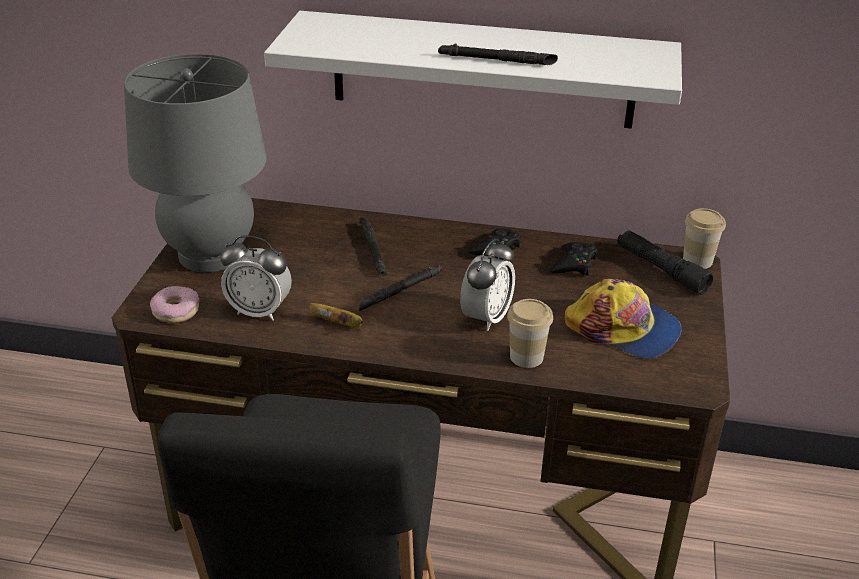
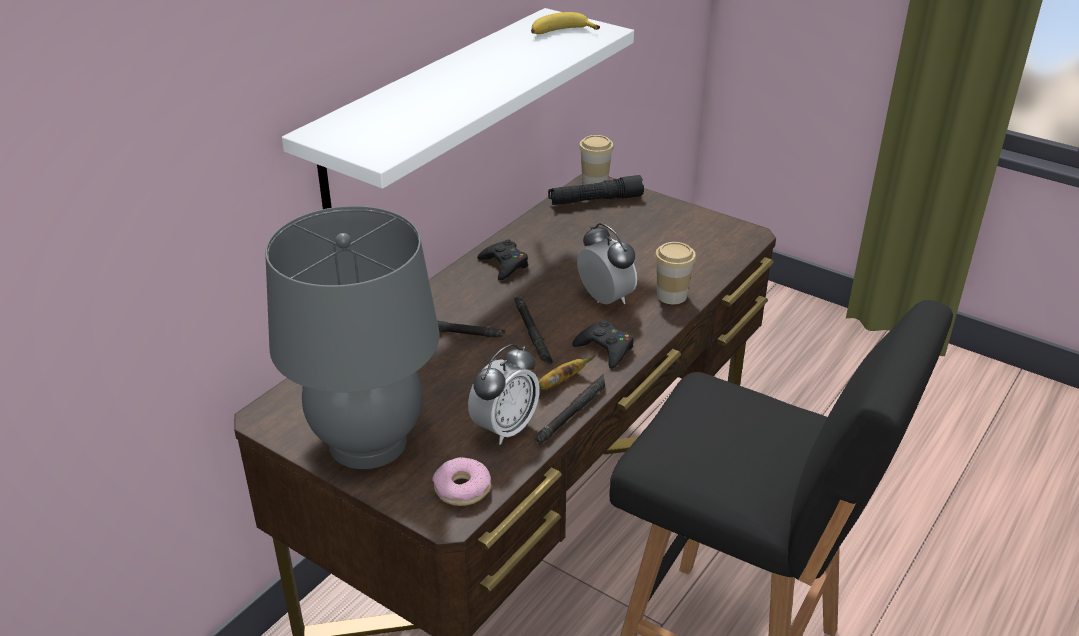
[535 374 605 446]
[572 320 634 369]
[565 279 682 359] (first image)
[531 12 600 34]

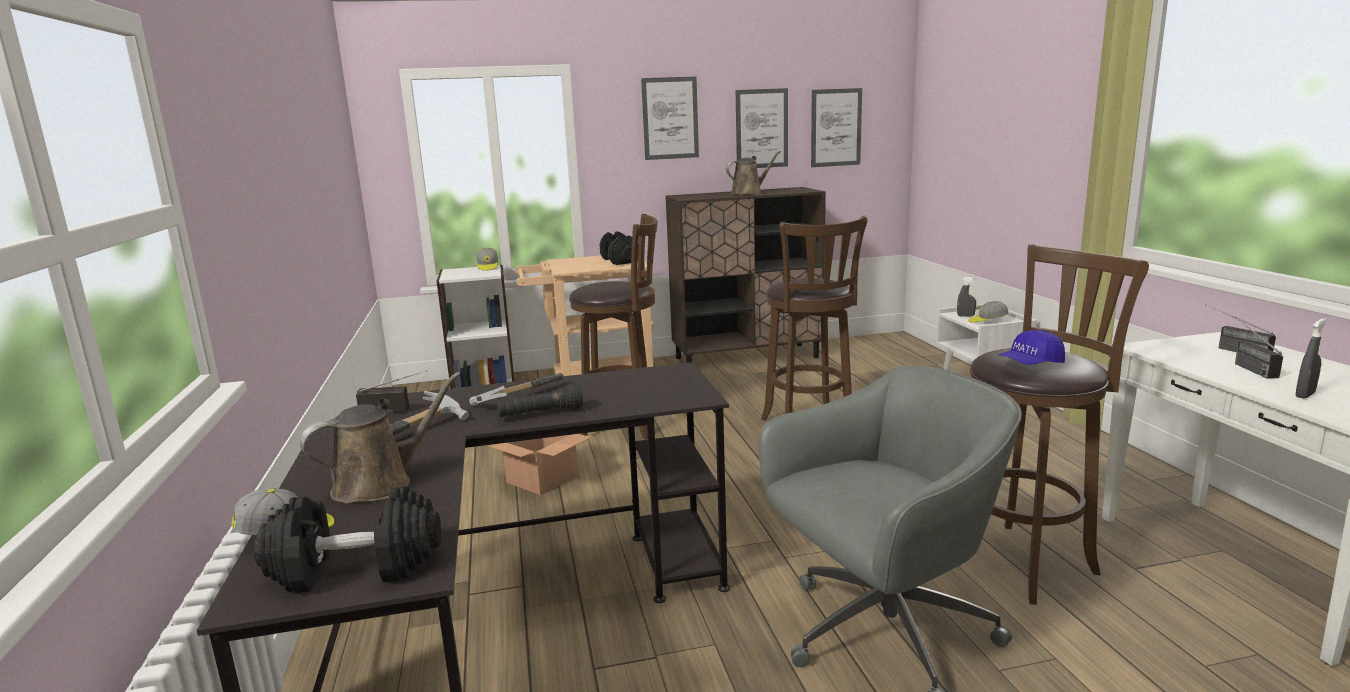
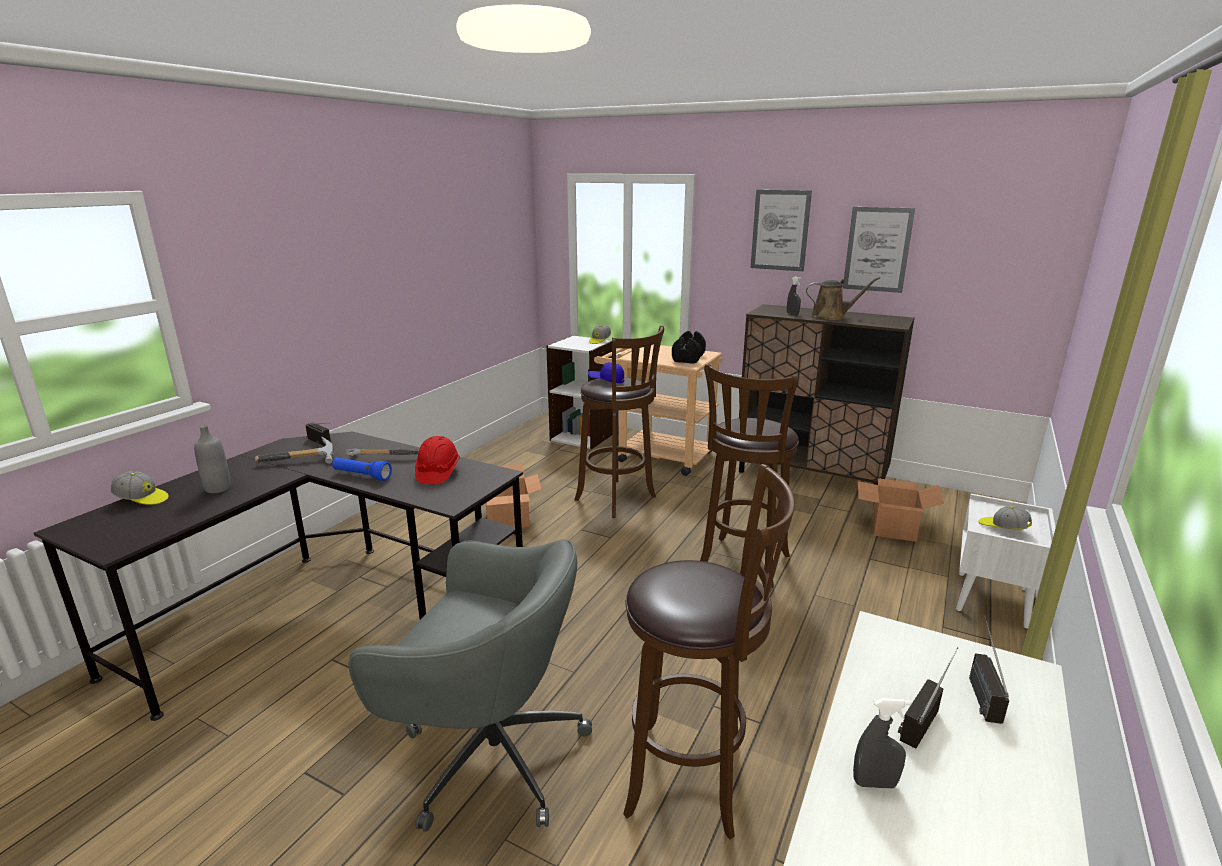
[811 88 862 167] (first image)
[787 277 801 315]
[588 362 624 384]
[194 425 231 493]
[332 458 392 481]
[254 486 441 593] (first image)
[415 436 460 484]
[858 478 944 542]

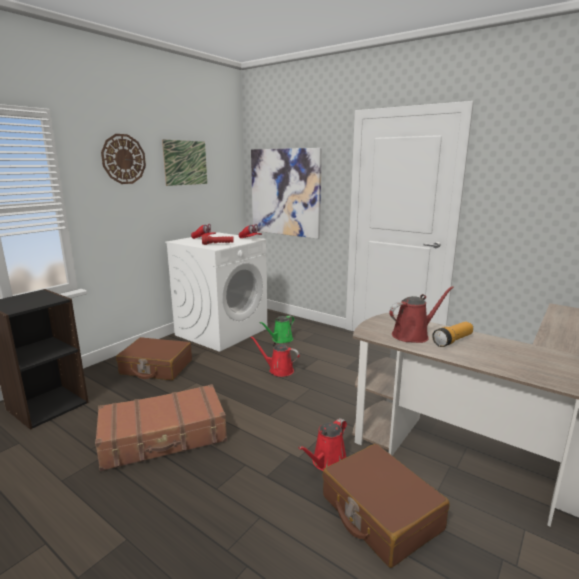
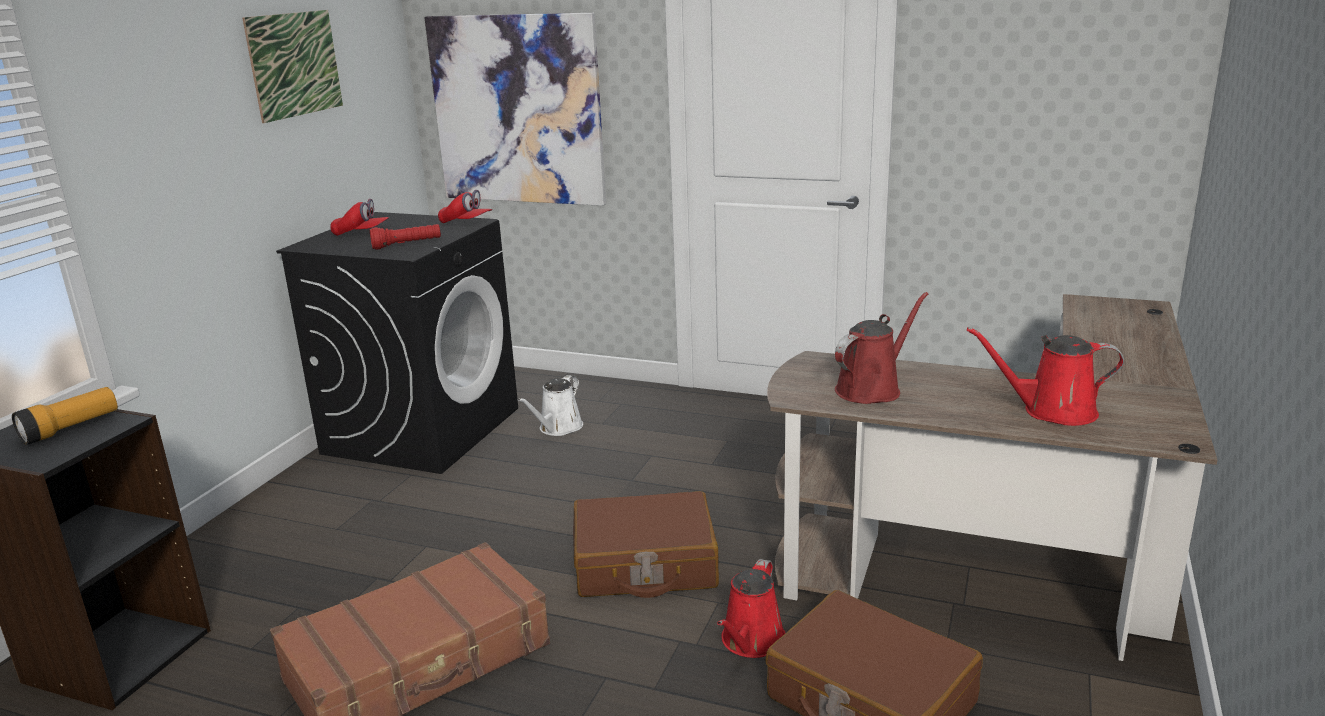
[101 134 146 184] (first image)
[276 212 518 474]
[518 375 583 436]
[12 387 118 445]
[967 327 1124 426]
[573 491 719 598]

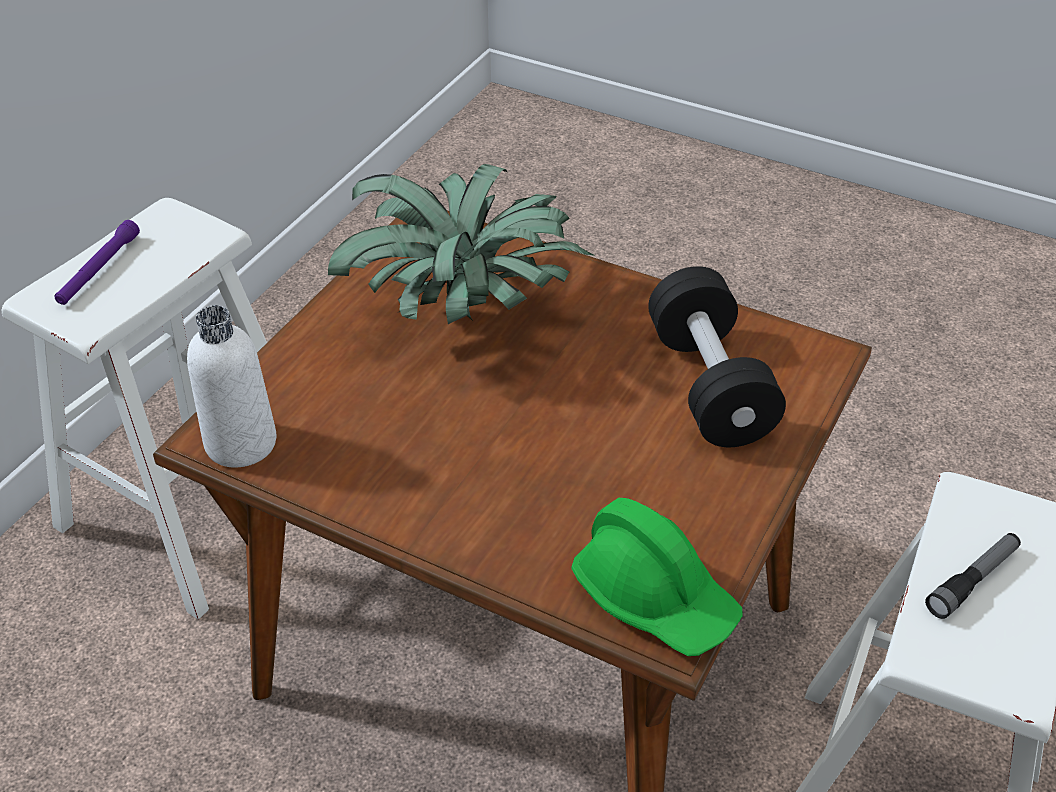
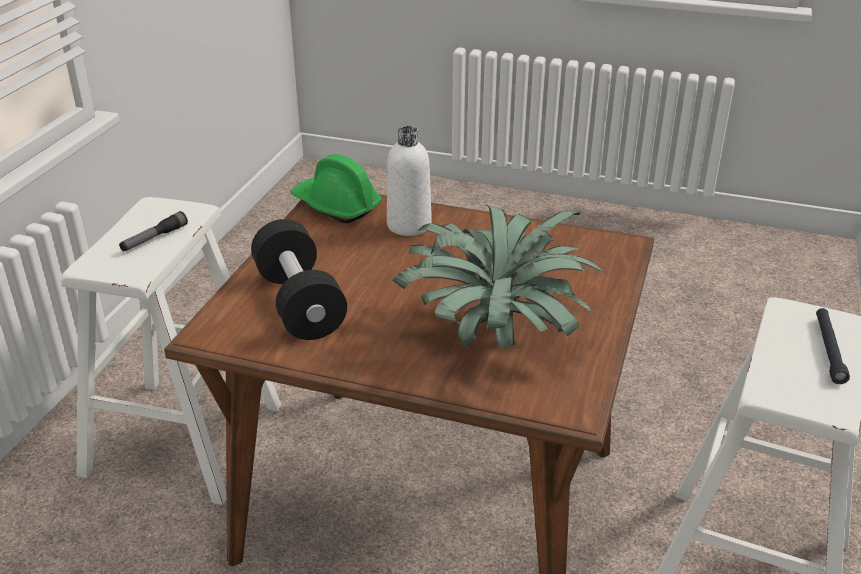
[816 308 850 384]
[387 126 432 236]

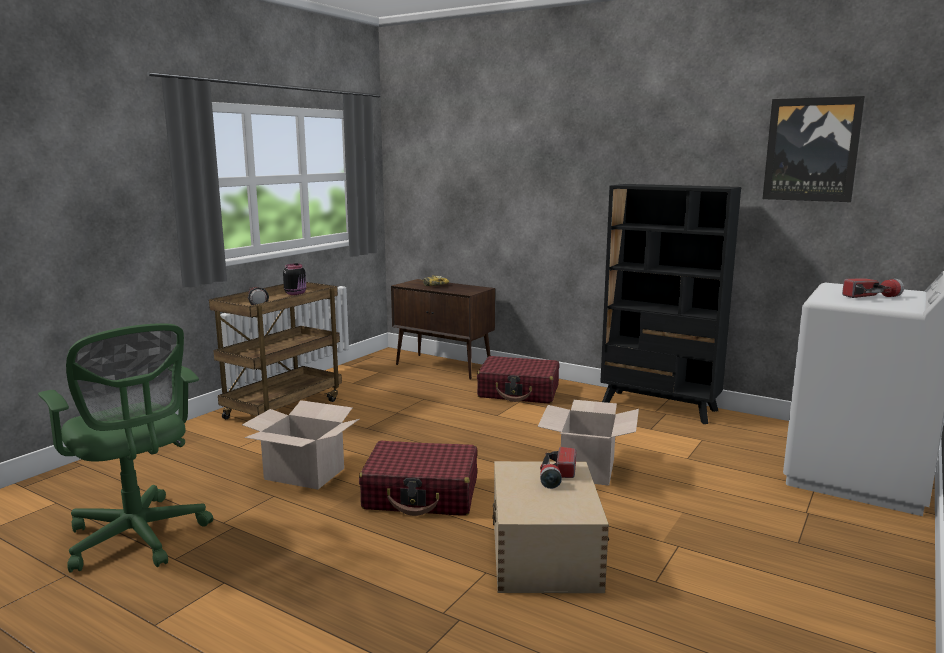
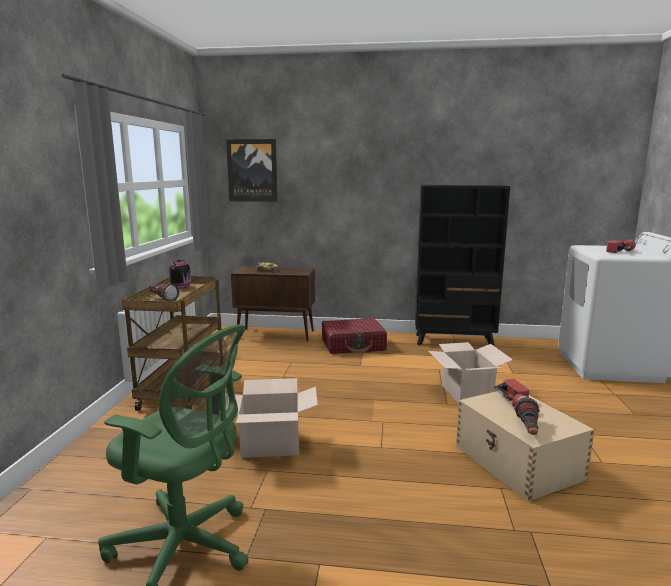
[226 139 278 202]
[359 441 477 516] (first image)
[514 397 540 435]

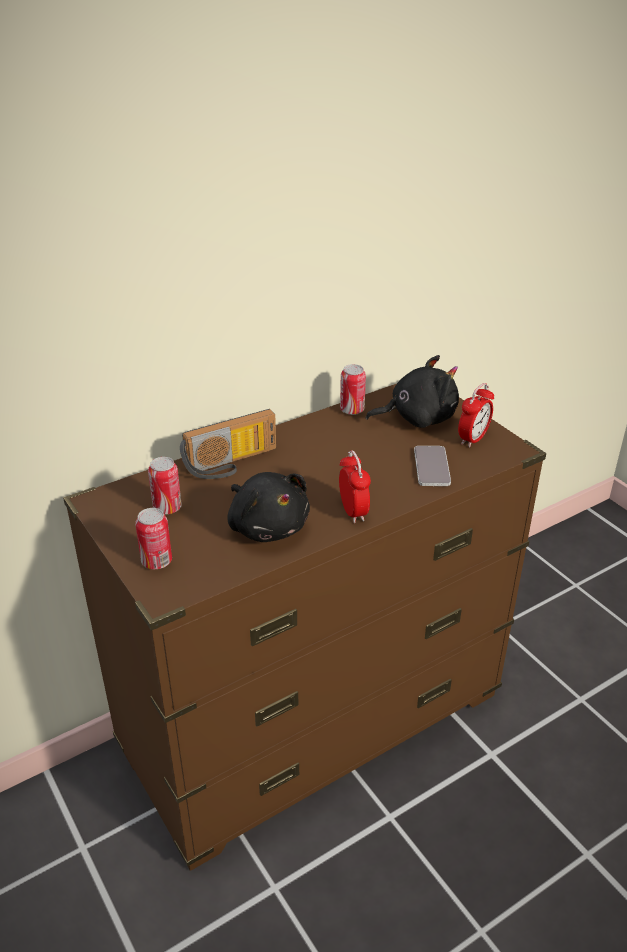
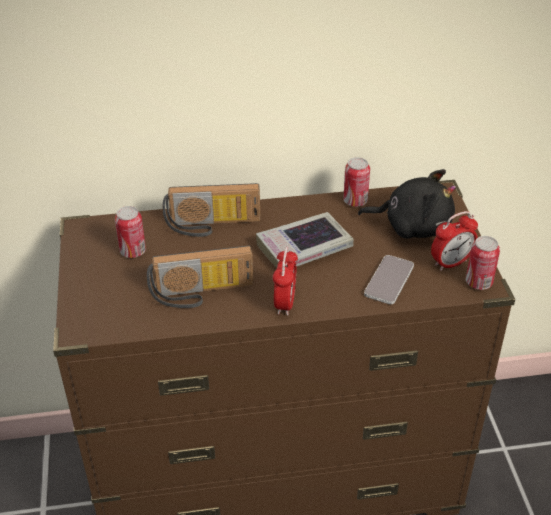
[147 246 253 308]
[466 236 500 290]
[256 212 354 268]

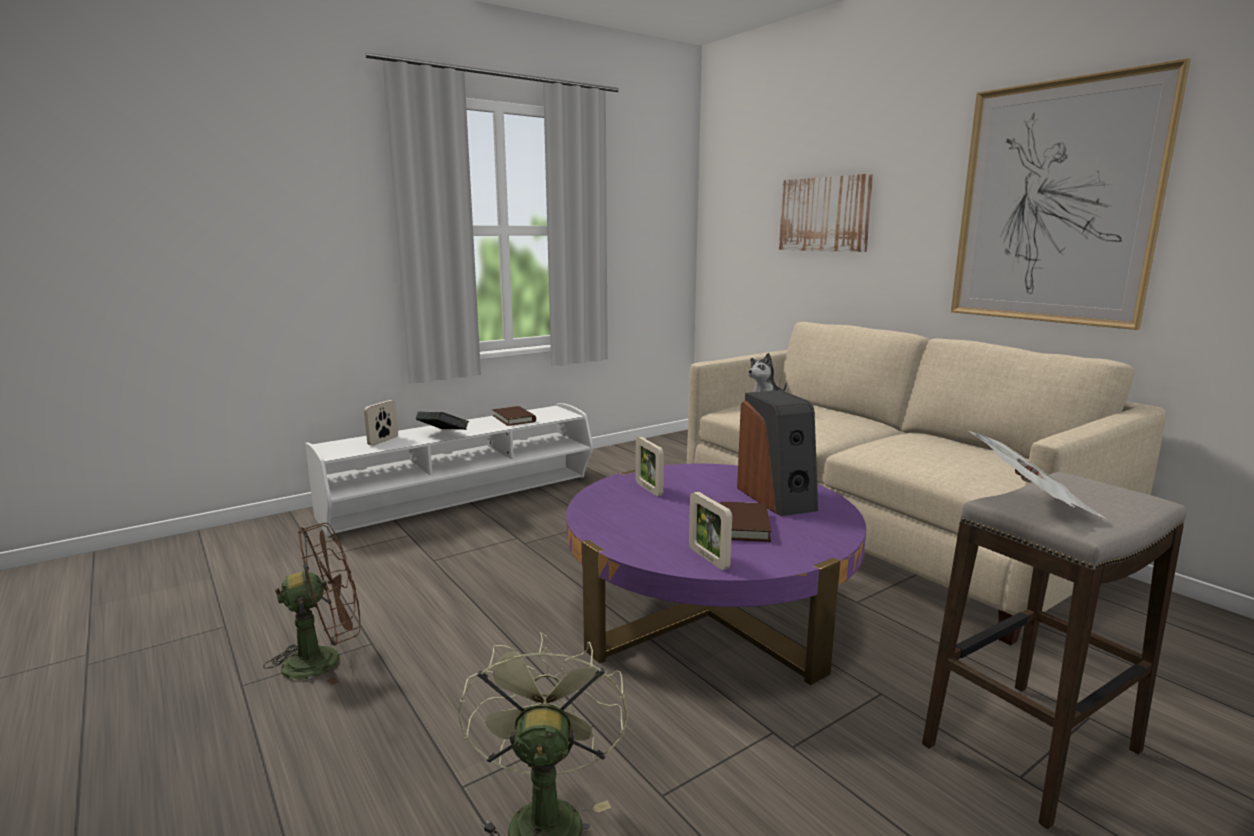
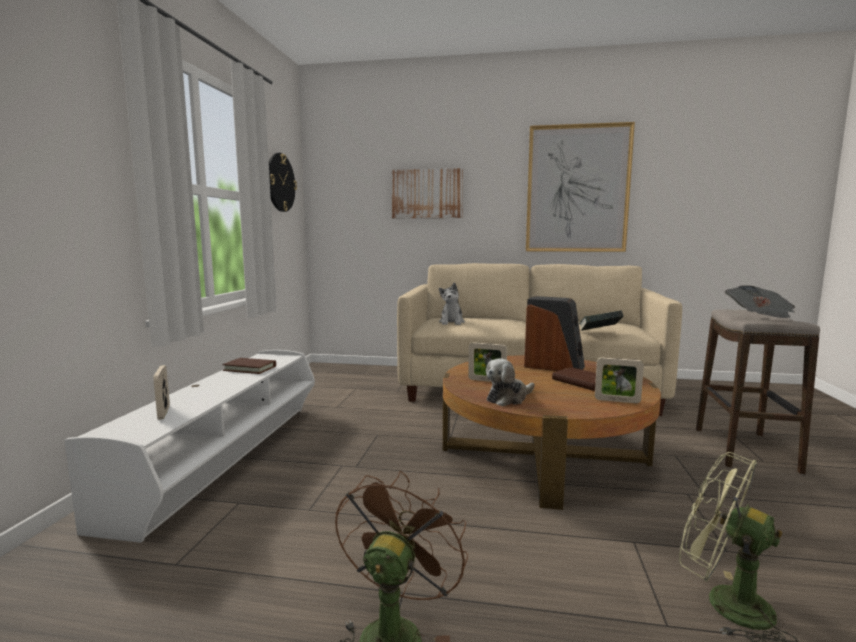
[579 310 623 331]
[443 355 661 510]
[269 153 297 212]
[486 358 534 406]

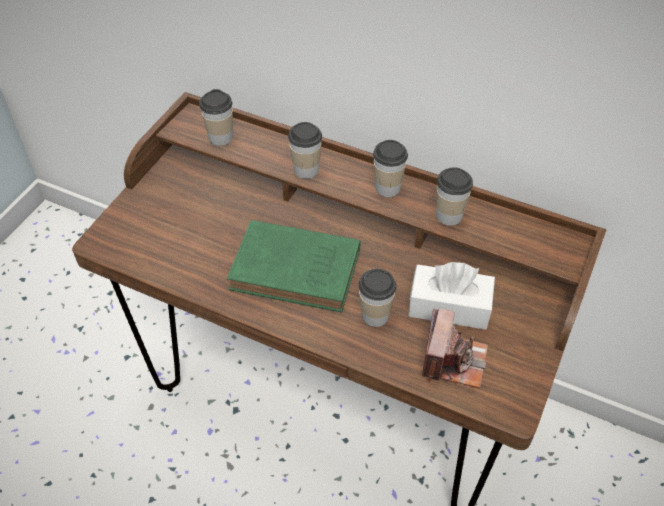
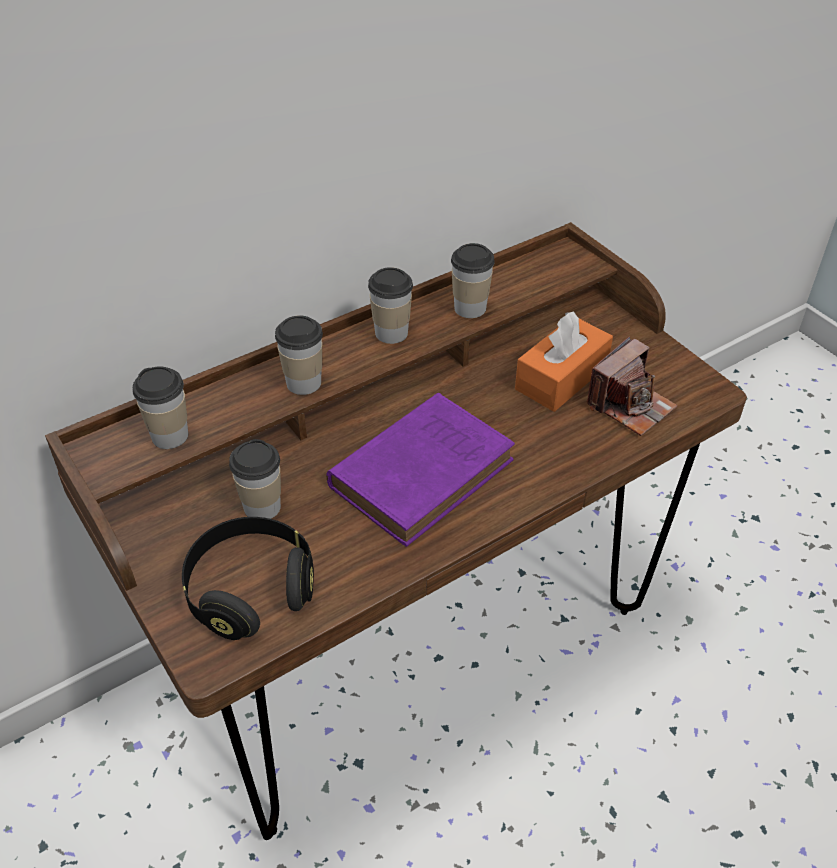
[327 393 515 547]
[515 312 613 412]
[229 439 281 519]
[587 336 678 436]
[182 517 314 640]

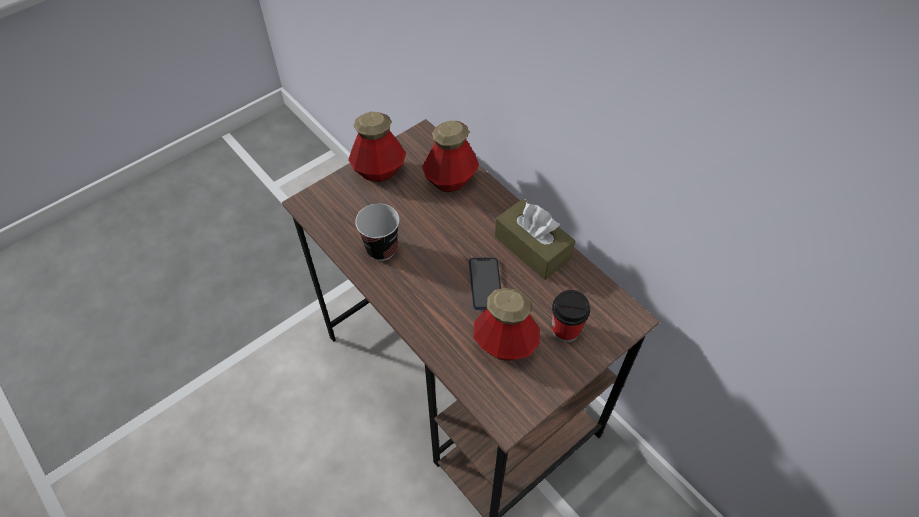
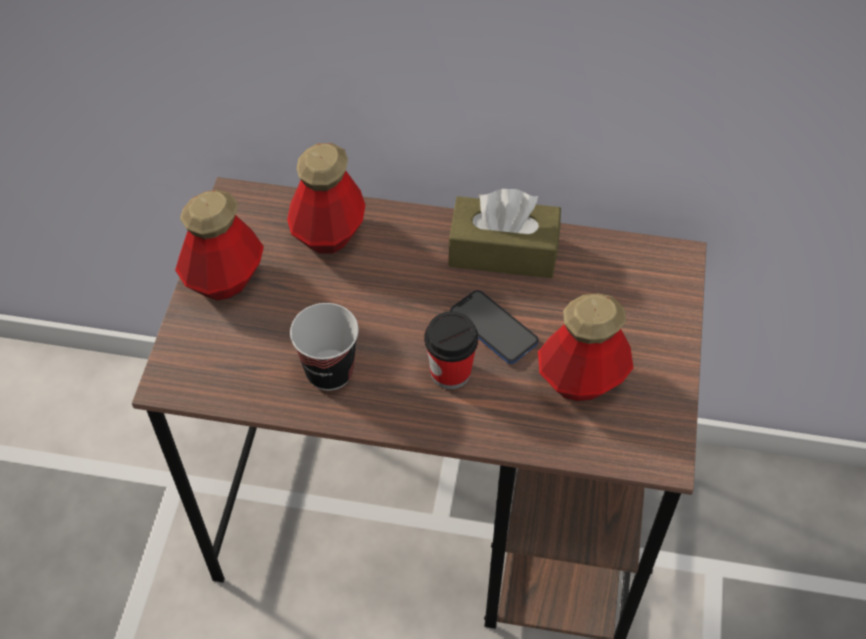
[424 311 478 389]

